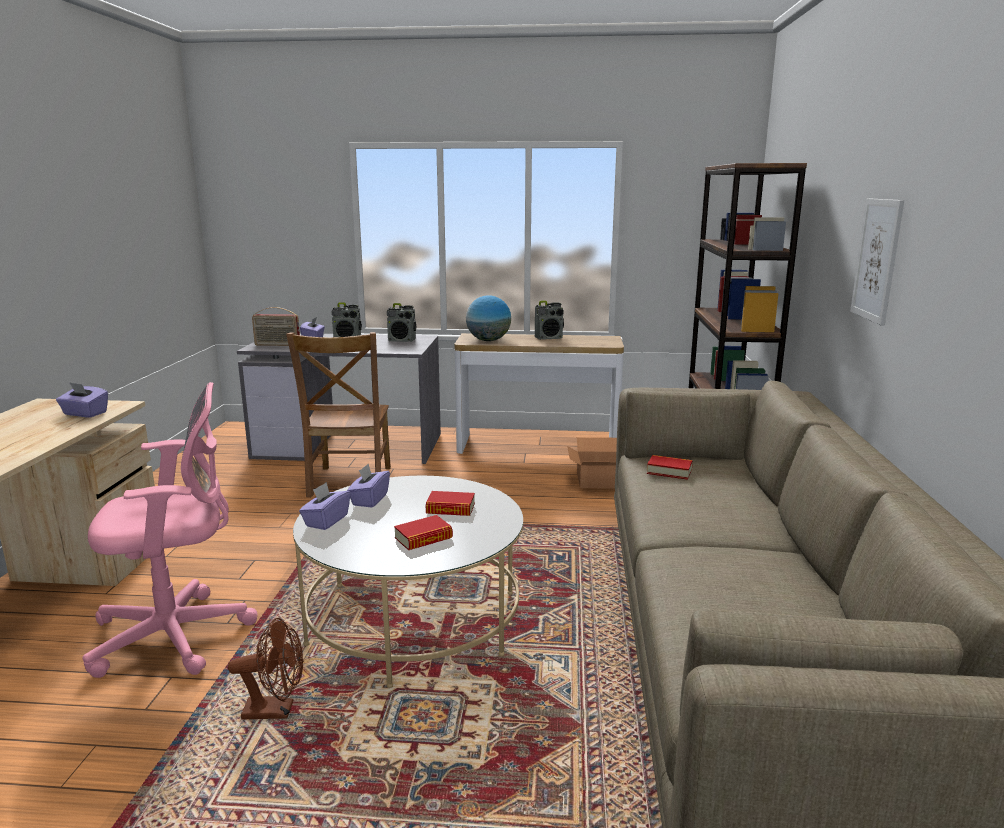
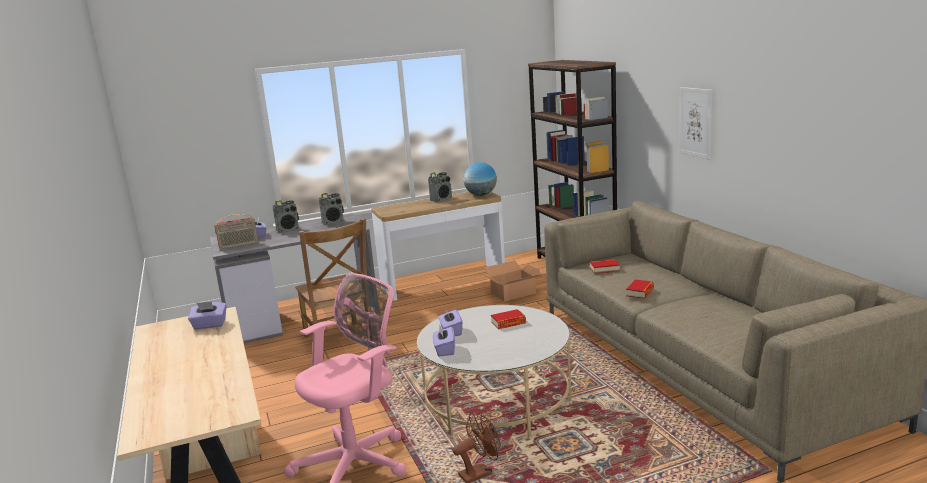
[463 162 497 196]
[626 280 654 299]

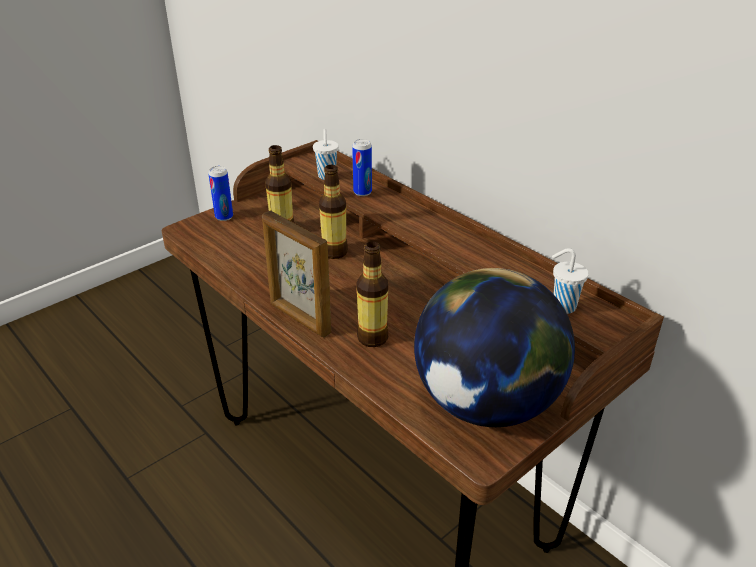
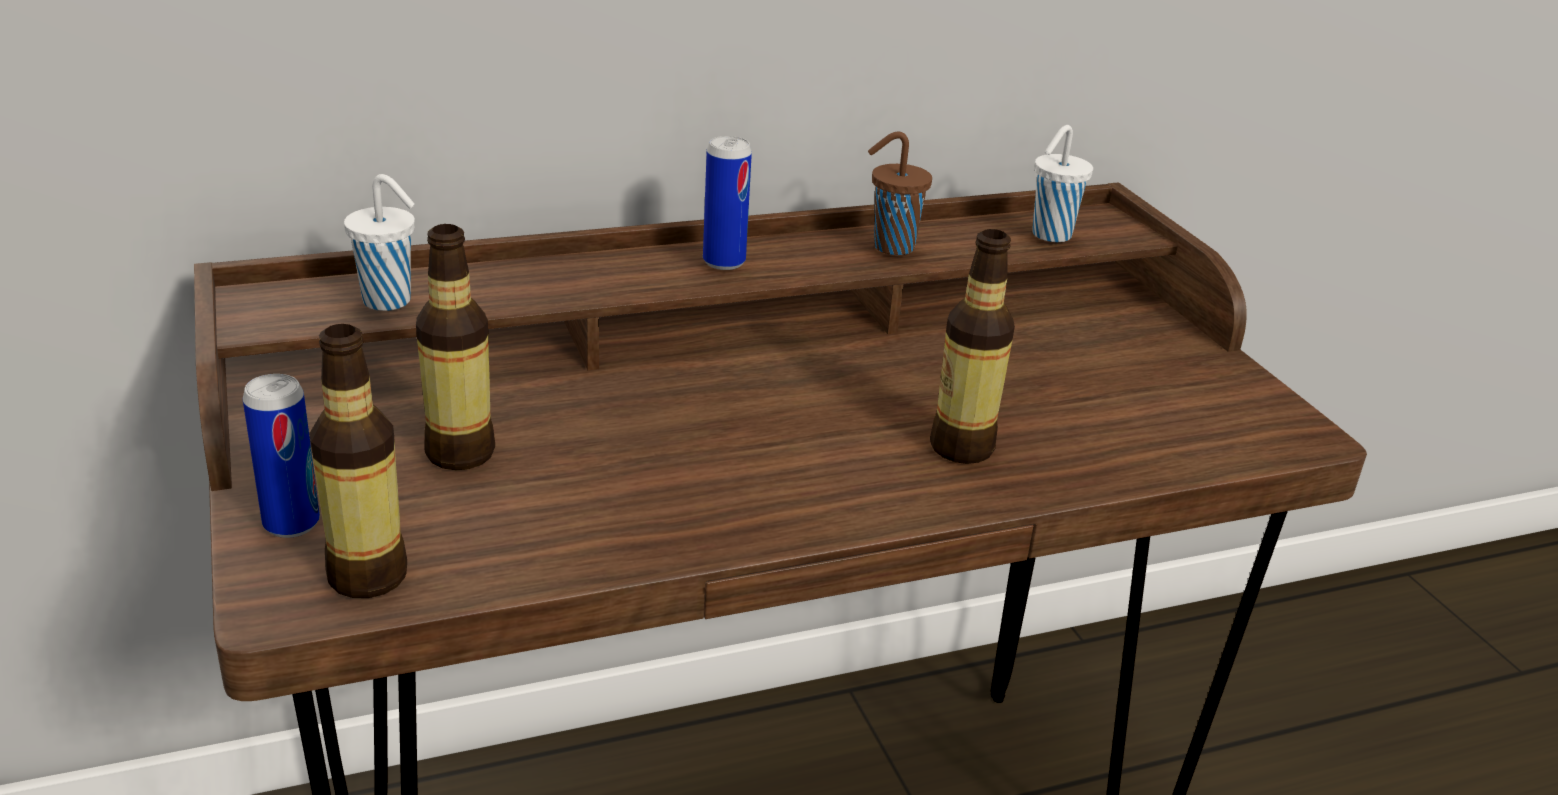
[703 136 752 270]
[309 324 407 598]
[262 211 331 338] (first image)
[414 268 575 427] (first image)
[868 132 932 255]

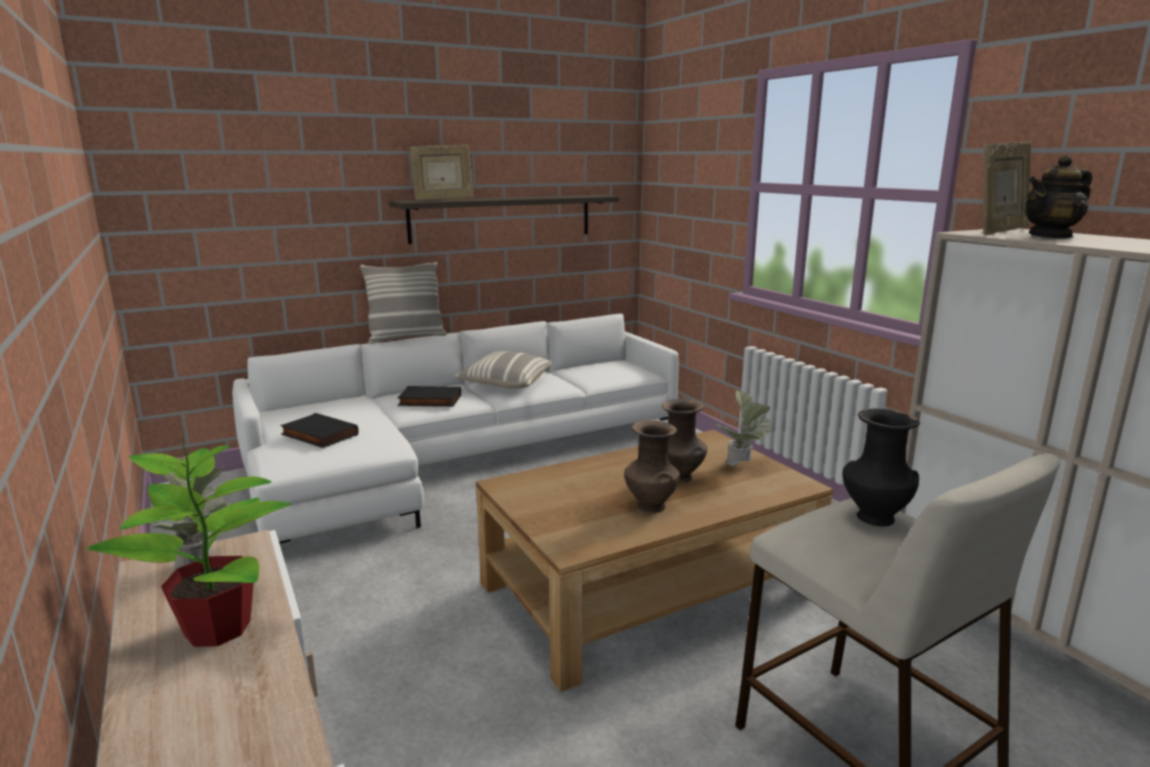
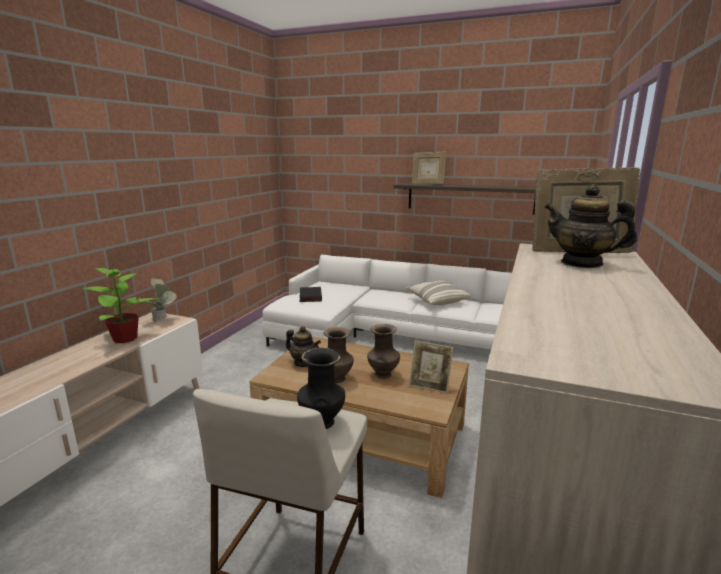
[360 262 447 344] (first image)
[397 386 461 407] (first image)
[409 341 454 393]
[286 326 321 367]

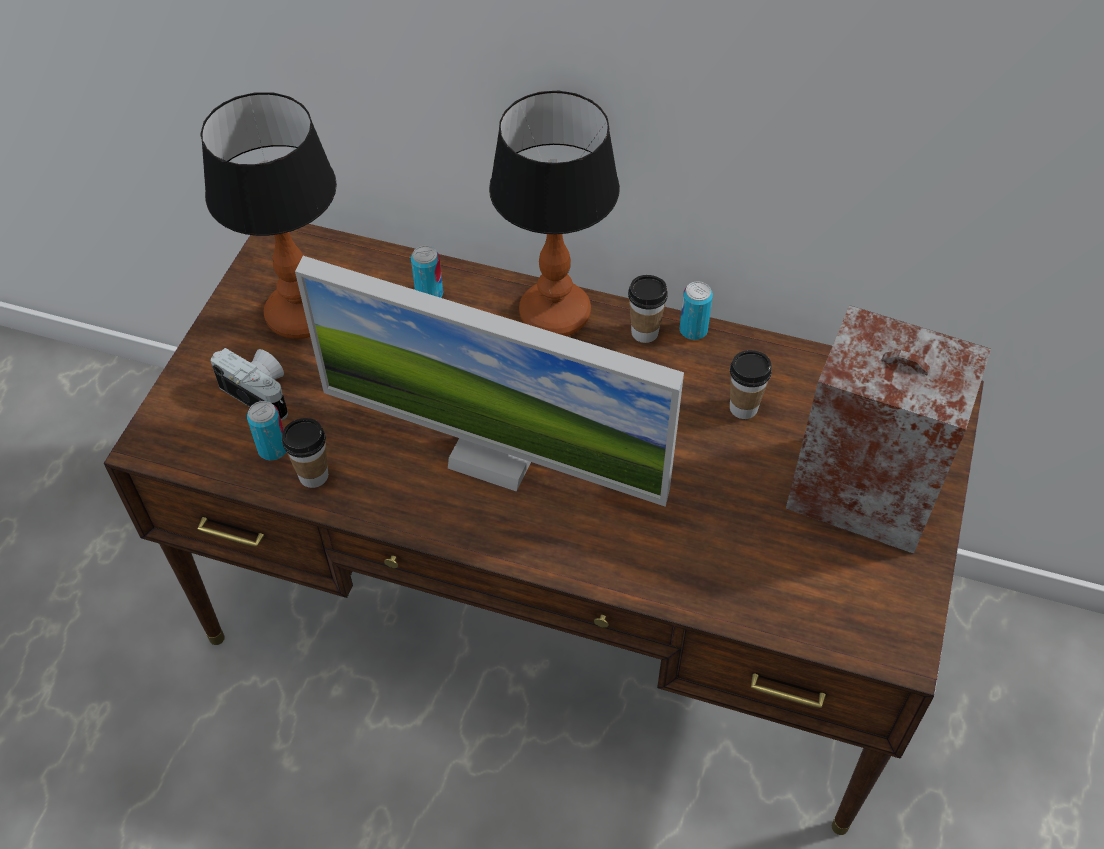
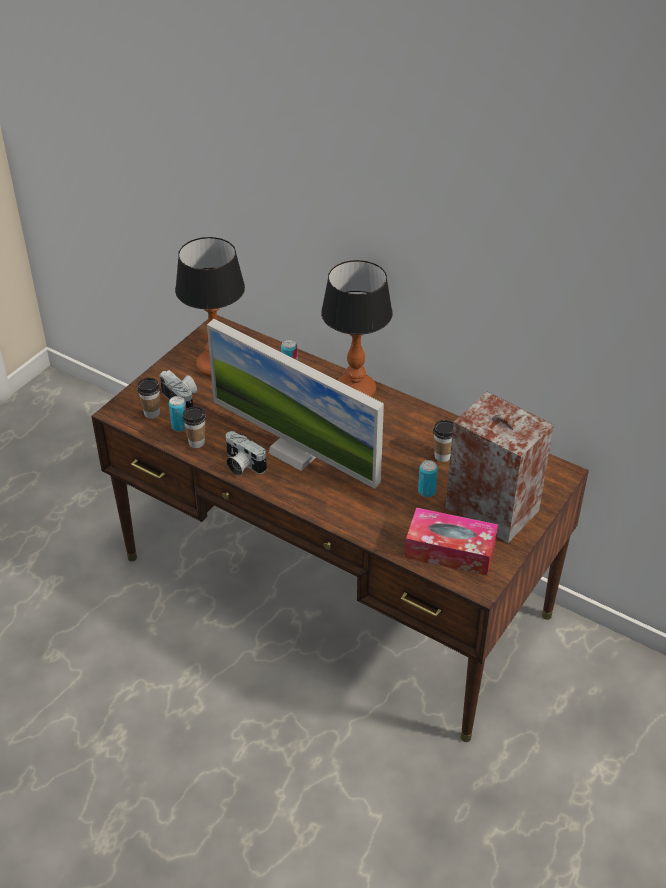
[137 378 160 419]
[418 460 438 497]
[226 431 267 476]
[405 508 498 576]

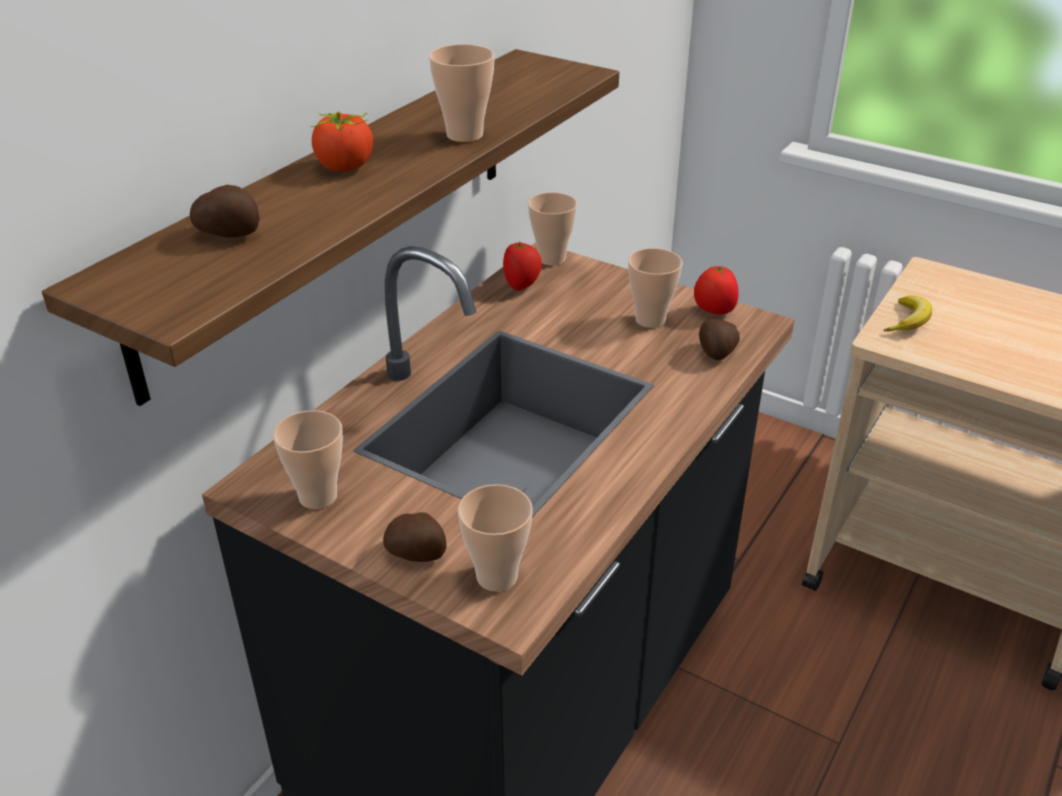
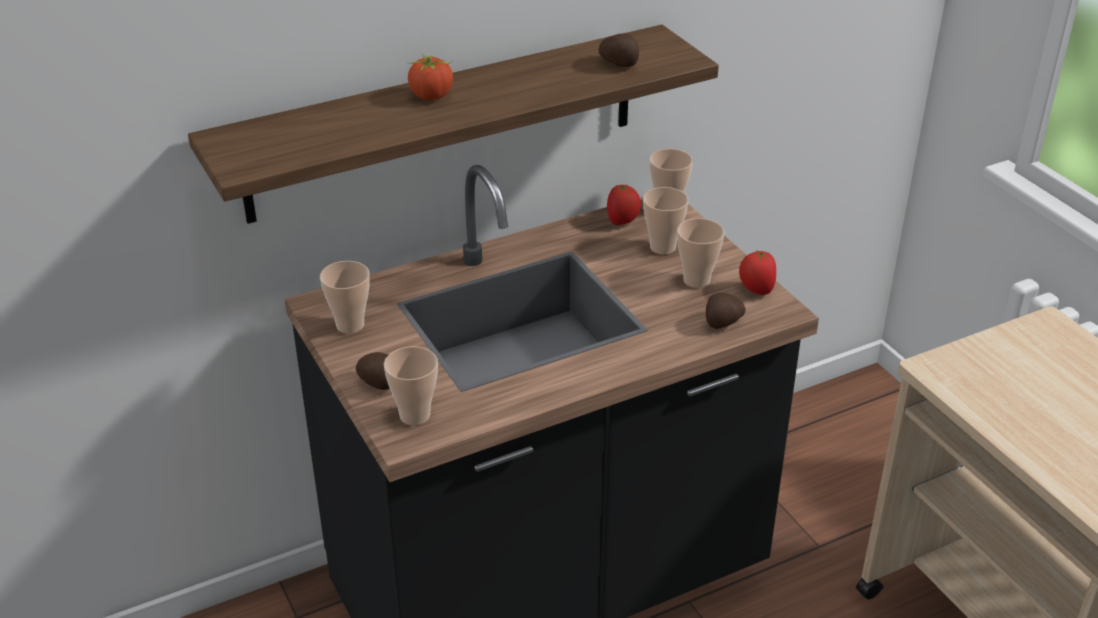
[643 187 689 255]
[599 33 639 67]
[884 295 932 331] (first image)

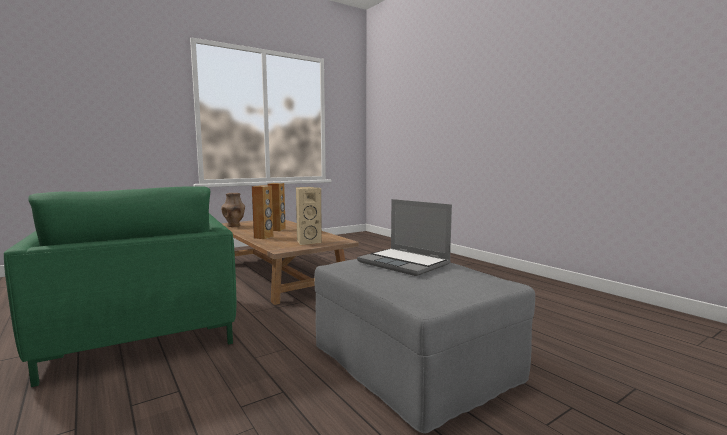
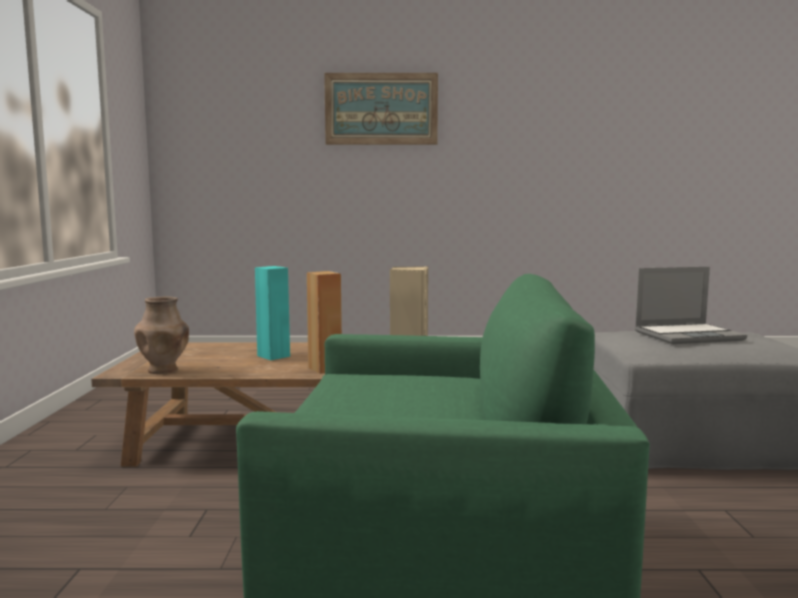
[255 266 290 360]
[324 73 438 145]

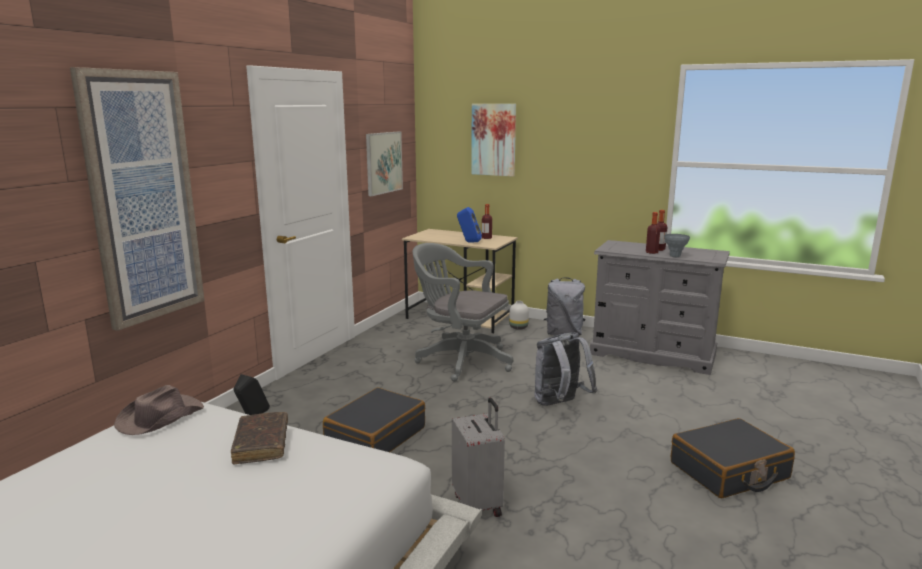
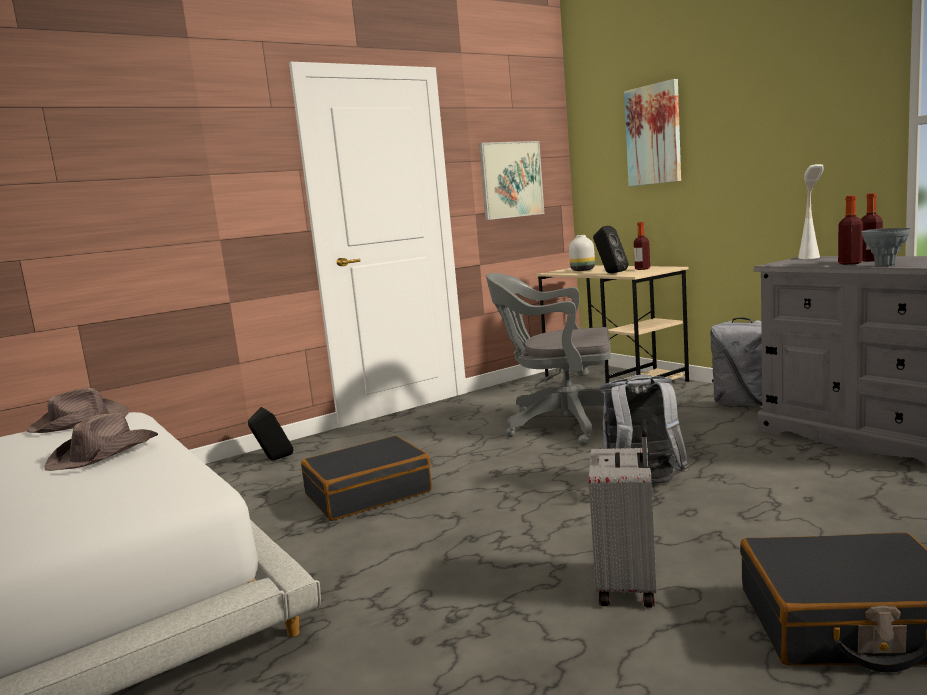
[70 67 205 331] (first image)
[593 226 629 273]
[486 273 611 445]
[569 235 595 271]
[589 419 656 608]
[44 413 158 471]
[798 164 824 259]

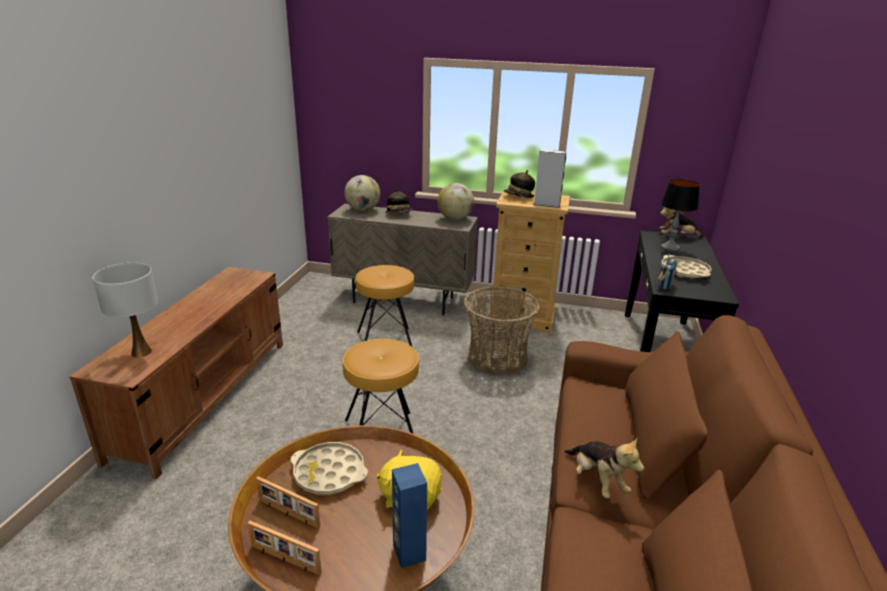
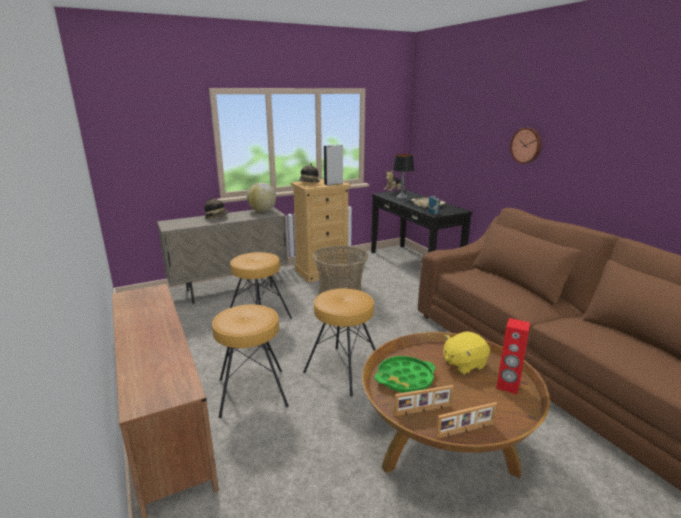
[344 175 380 211] (first image)
[93 263 158 357] (first image)
[564 438 644 498] (first image)
[375 356 436 393]
[496 318 530 394]
[510 128 542 164]
[212 304 289 418]

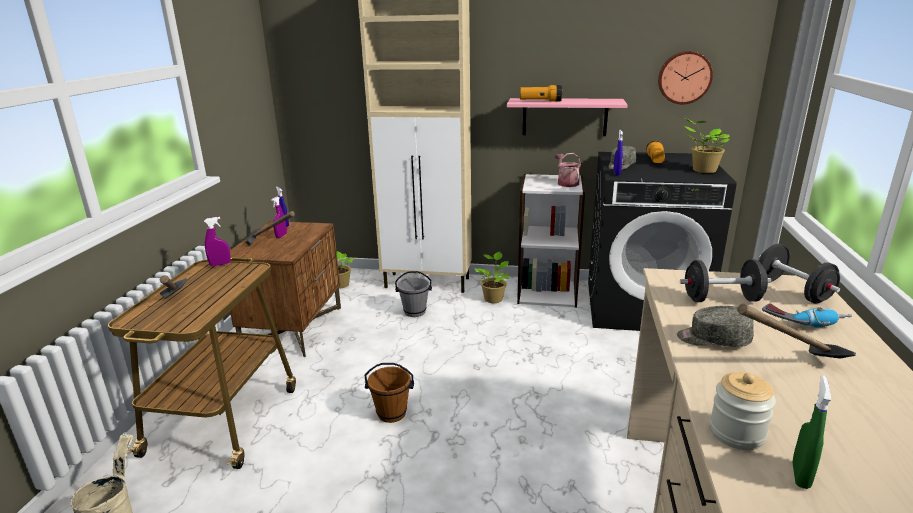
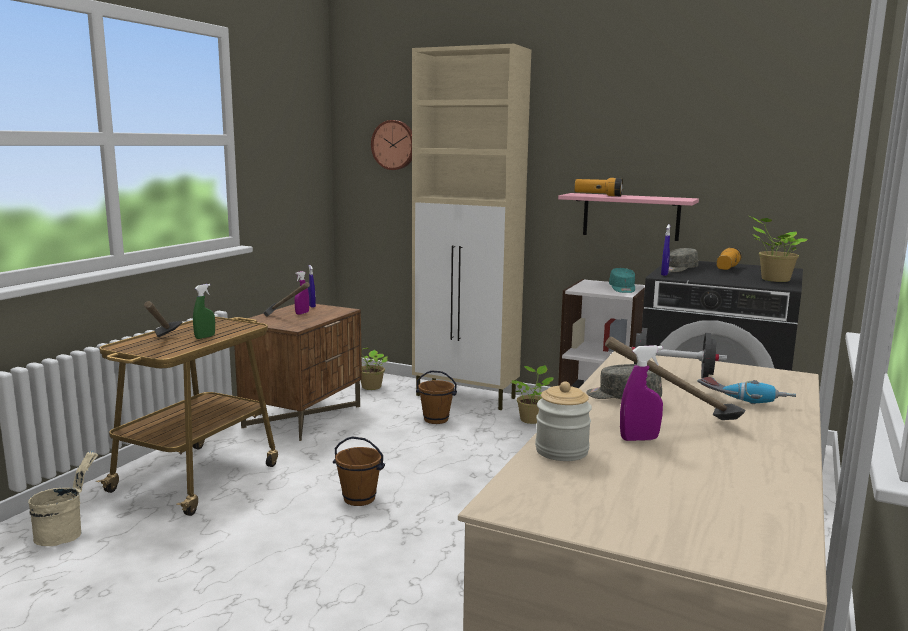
[371 120 412 170]
[609 268 635 293]
[620 345 663 441]
[758 244 840 304] (first image)
[416 371 457 424]
[193 284 215 339]

